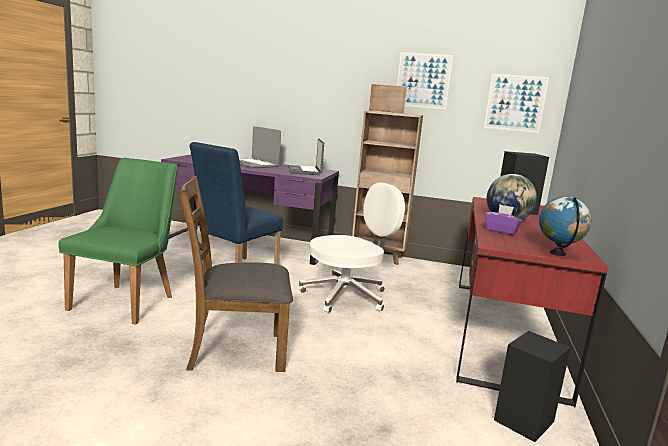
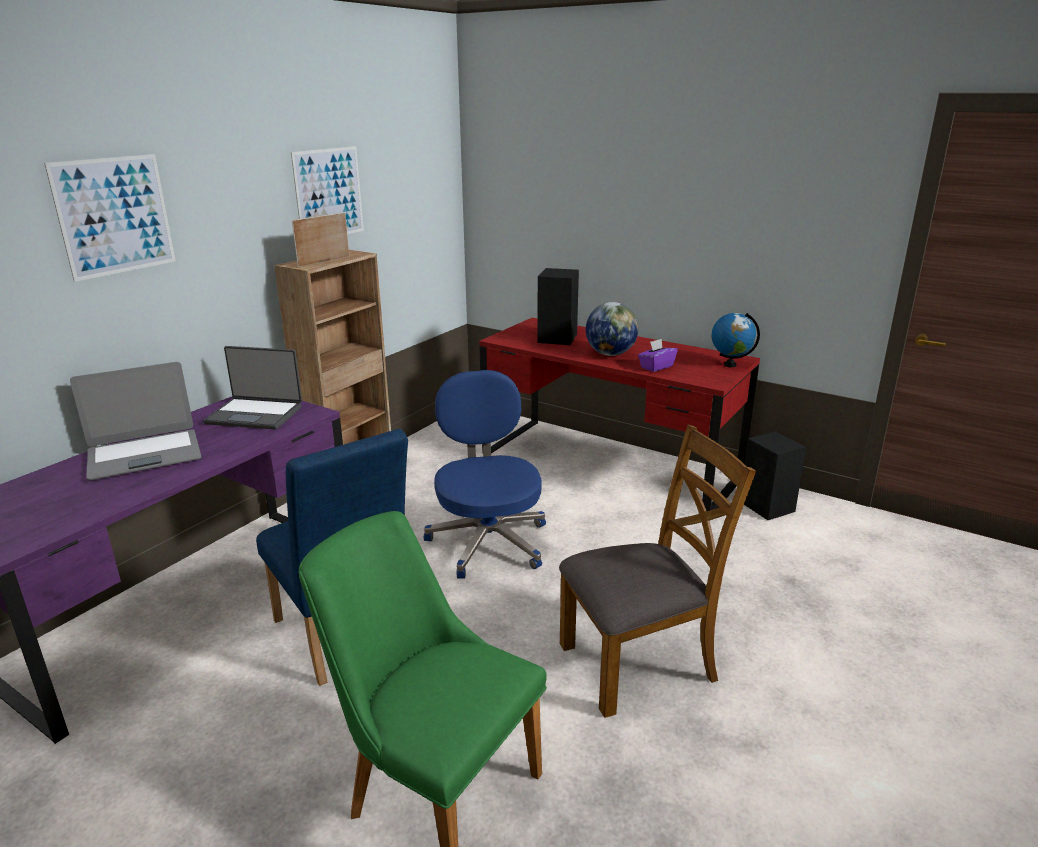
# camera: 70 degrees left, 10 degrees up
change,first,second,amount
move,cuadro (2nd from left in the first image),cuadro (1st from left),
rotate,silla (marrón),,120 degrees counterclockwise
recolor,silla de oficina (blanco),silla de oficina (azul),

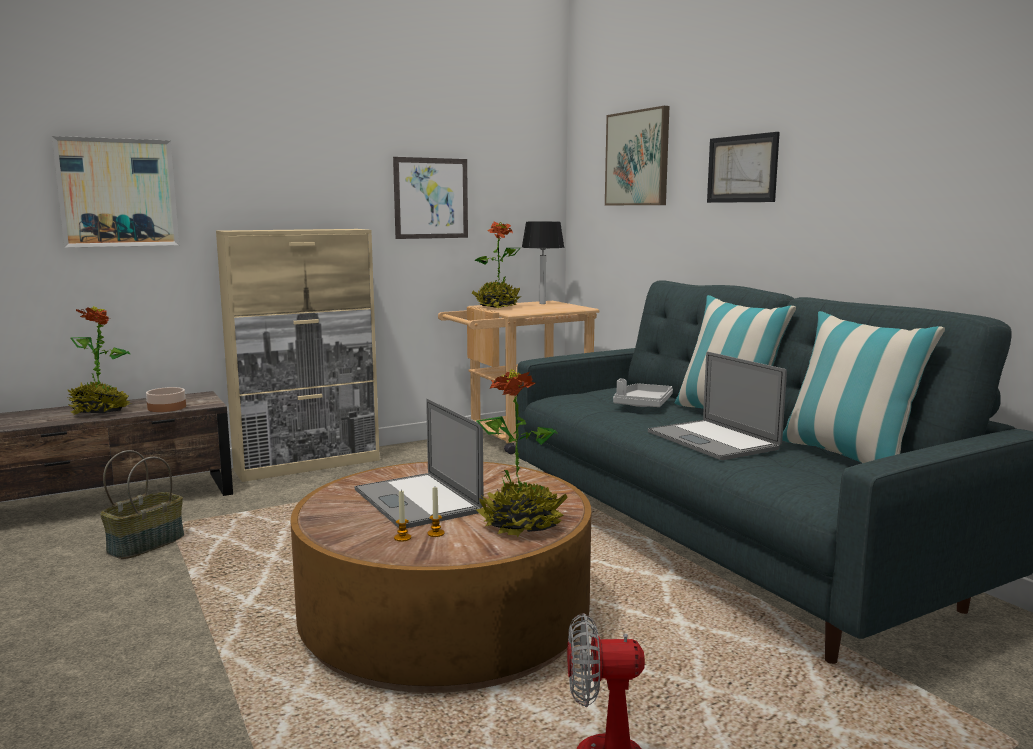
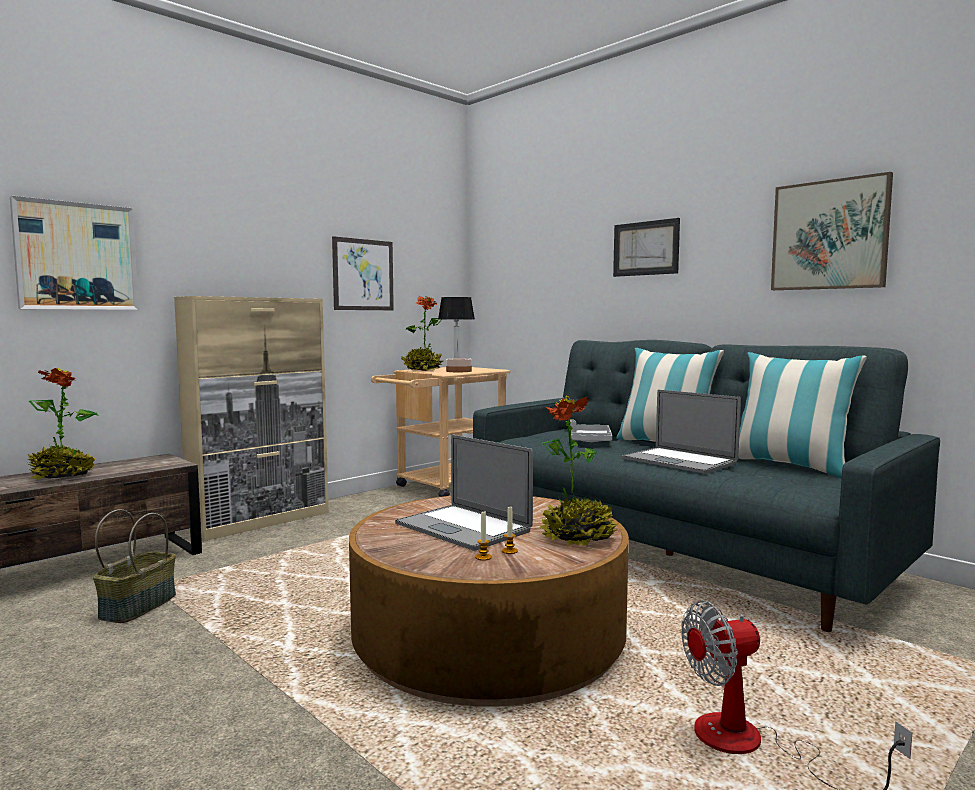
# camera: 15 degrees left, 5 degrees down
change,first,second,amount
move,cuadro (3rd from left in the first image),cuadro (4th from left),
move,cuenco,,

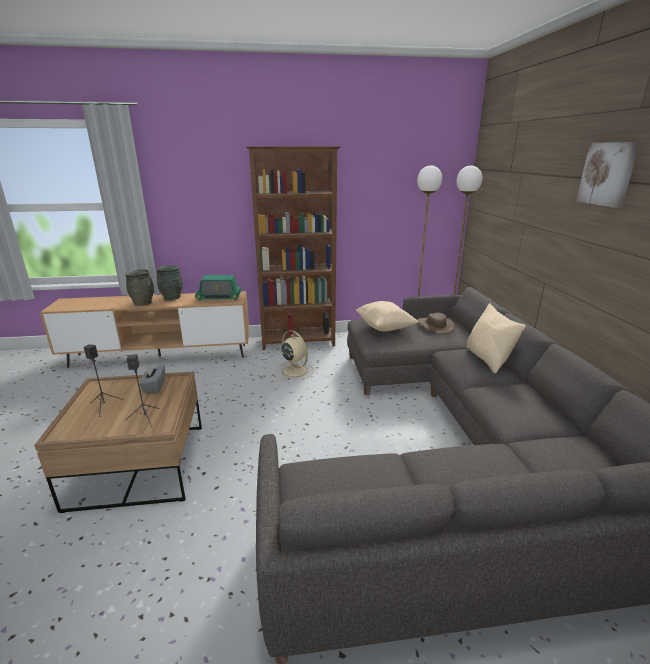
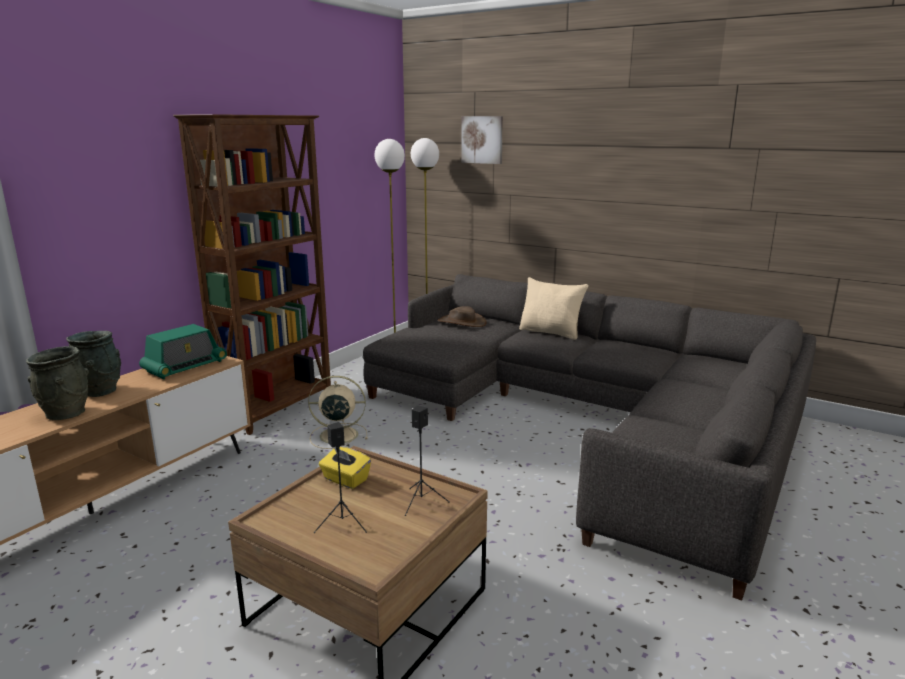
# camera: 50 degrees left, 5 degrees down
change,first,second,amount
move,cuadro,,
delete,cojín (beis) (1st from left),,
recolor,caja de pañuelos (gris),caja de pañuelos (amarillo),

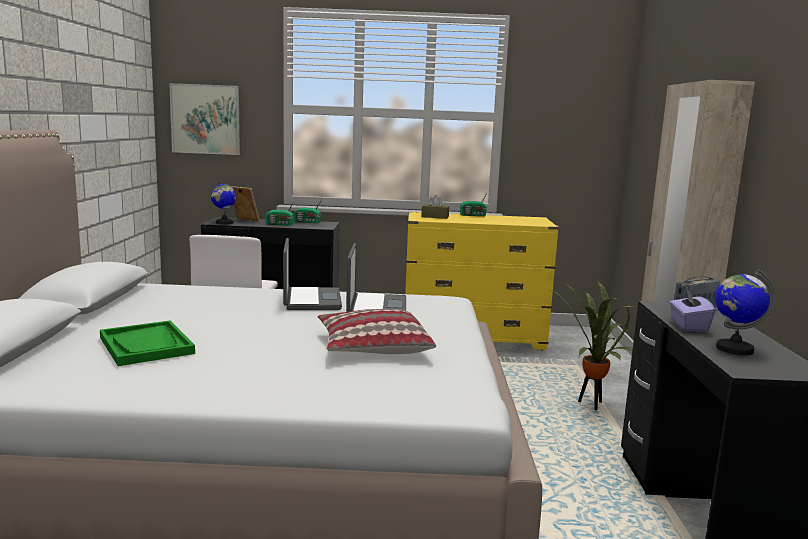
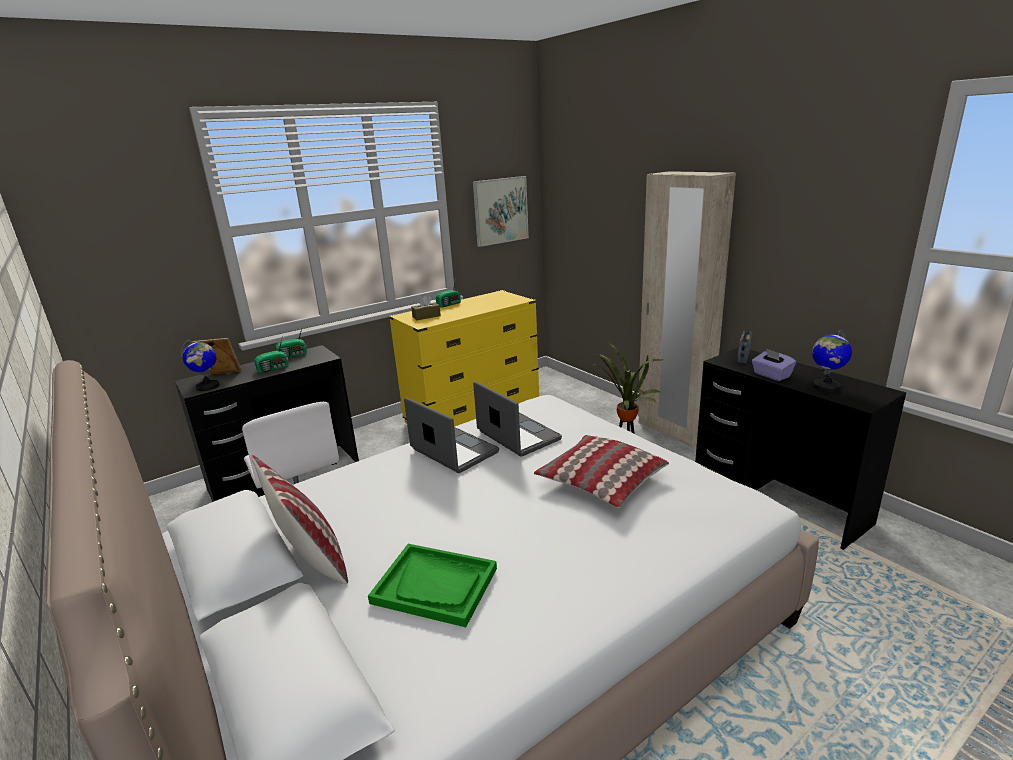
# camera: 35 degrees left, 10 degrees up
change,first,second,amount
move,cuadro,,
insert,,cojín (1st from left),

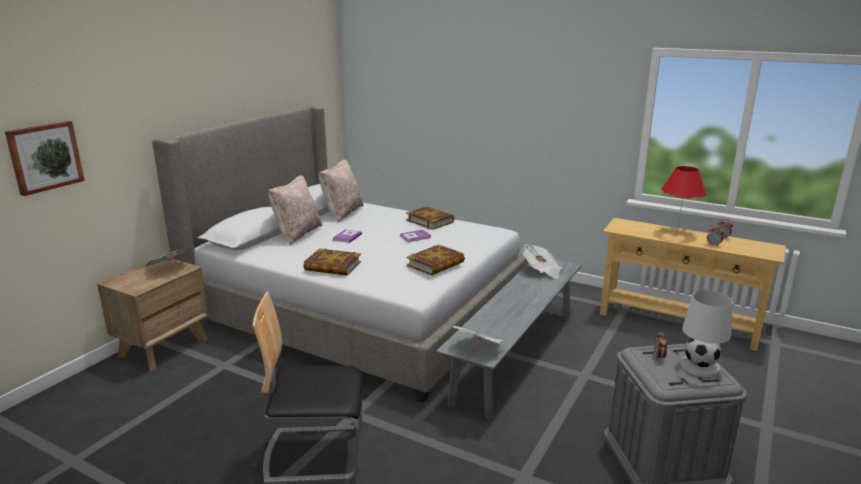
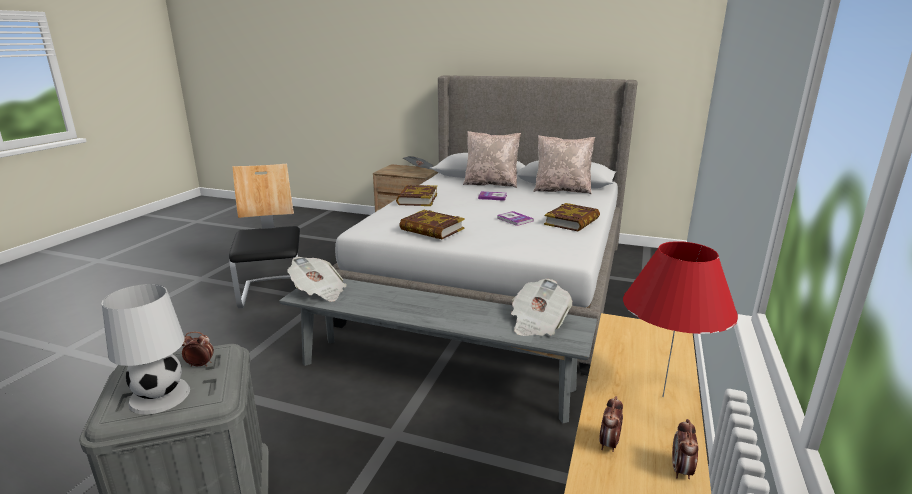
# camera: 80 degrees right, 0 degrees up
change,first,second,amount
delete,cuadro,,

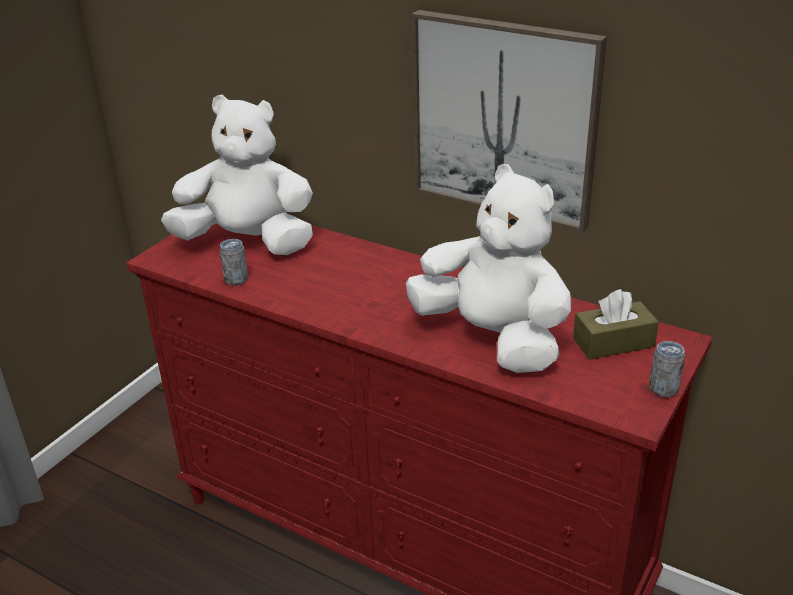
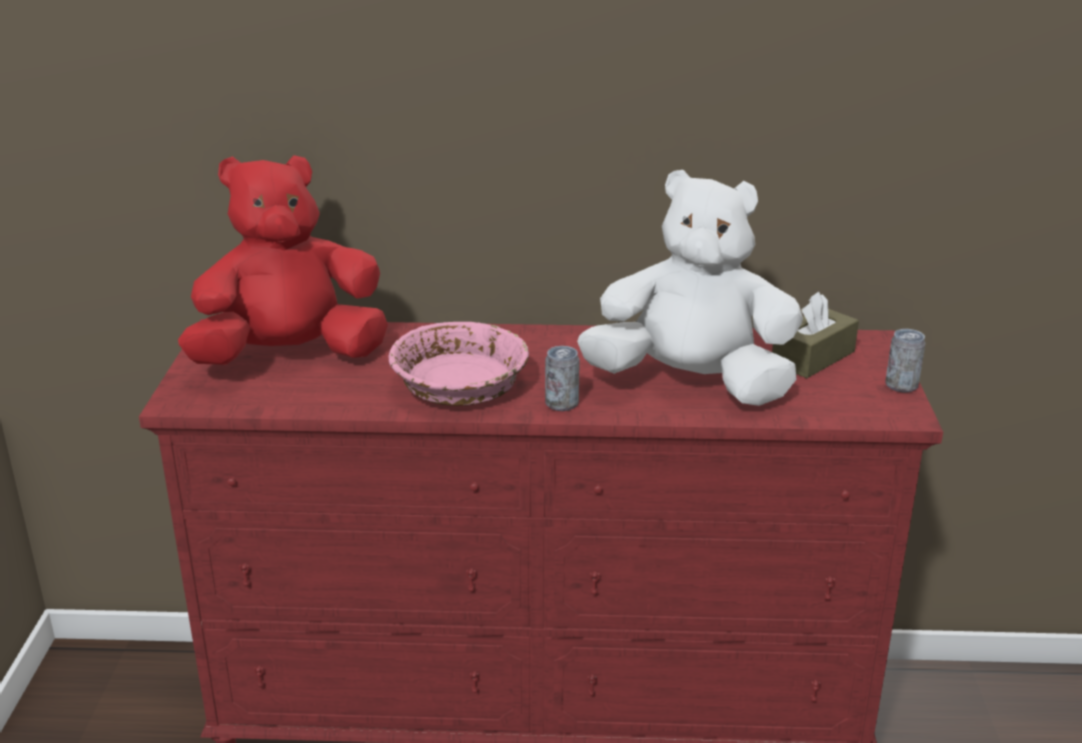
# camera: 30 degrees left, 5 degrees down
change,first,second,amount
delete,cuadro,,
recolor,peluche (blanco) (1st from left),peluche (rojo),
move,lata (1st from left),,
insert,,cuenco (rosa),

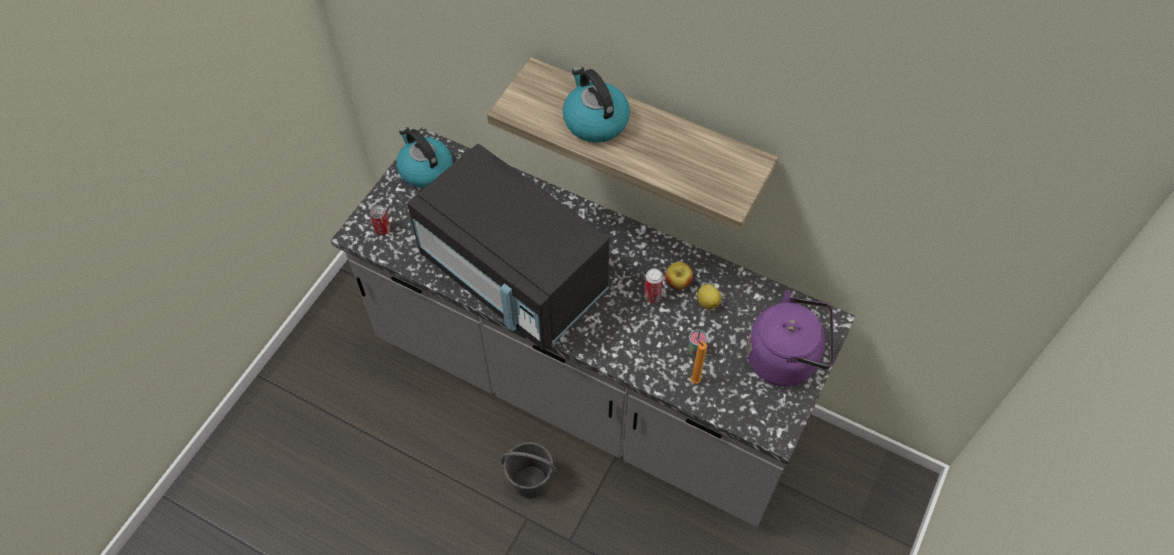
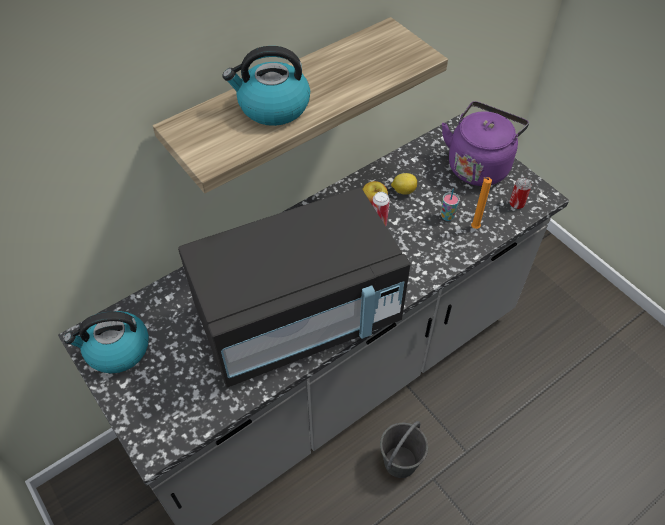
# camera: 65 degrees left, 5 degrees down
change,first,second,amount
move,lata (1st from left in the first image),lata (2nd from left),

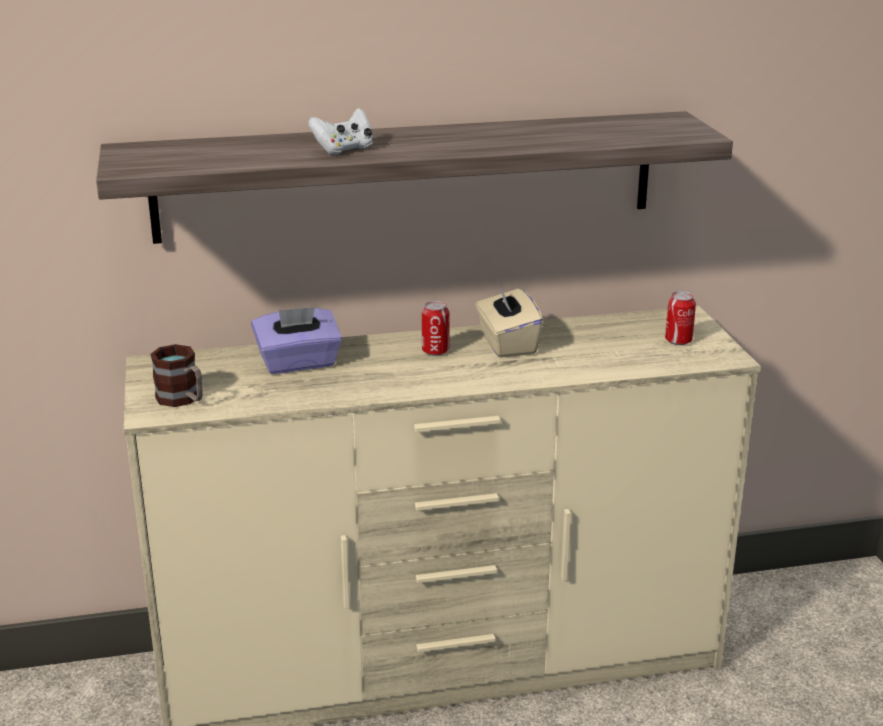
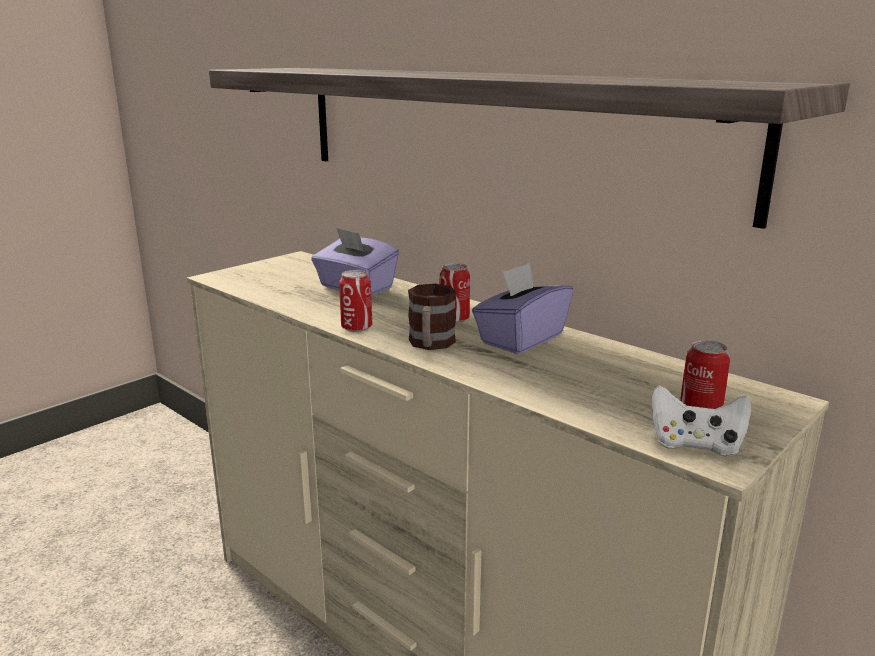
# camera: 55 degrees right, 5 degrees down
change,first,second,amount
move,mando de consola (blanco),,
recolor,caja de pañuelos (beis),caja de pañuelos (morado) (2nd from left),
move,taza grande,,
insert,,lata (1st from left),

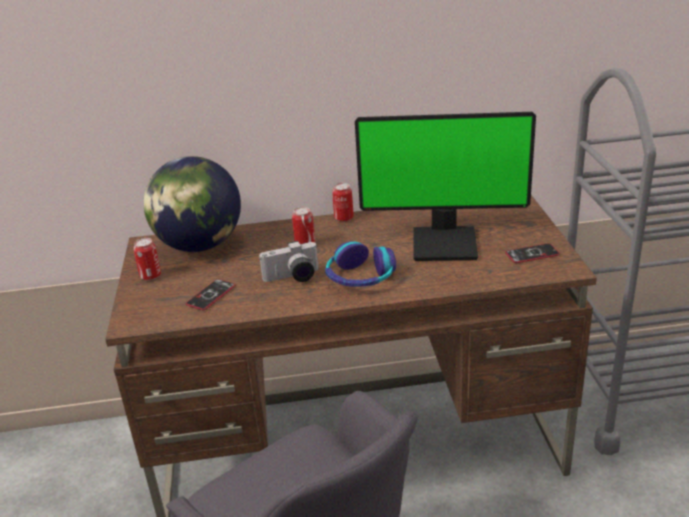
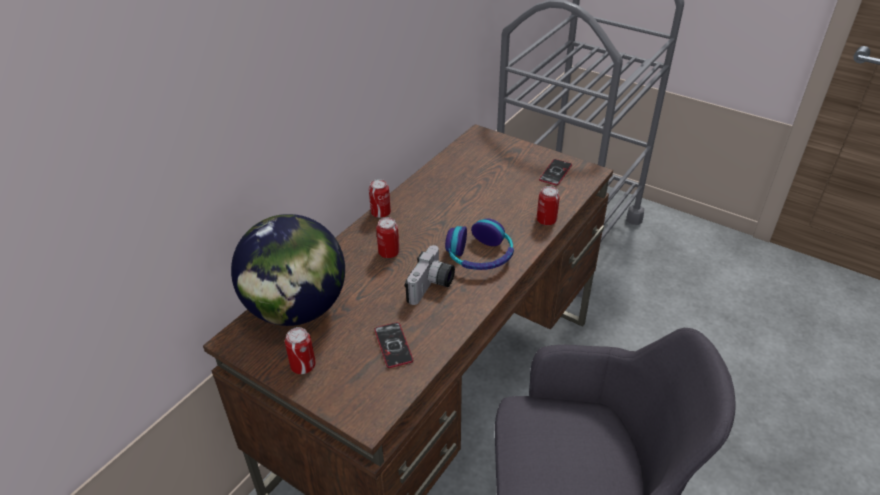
# camera: 50 degrees left, 10 degrees up
change,first,second,amount
delete,monitor,,
insert,,lata (4th from left),

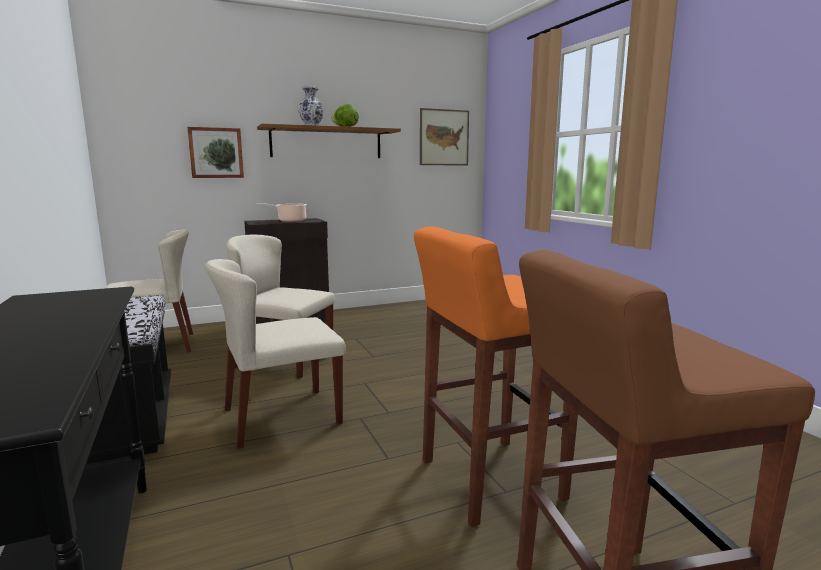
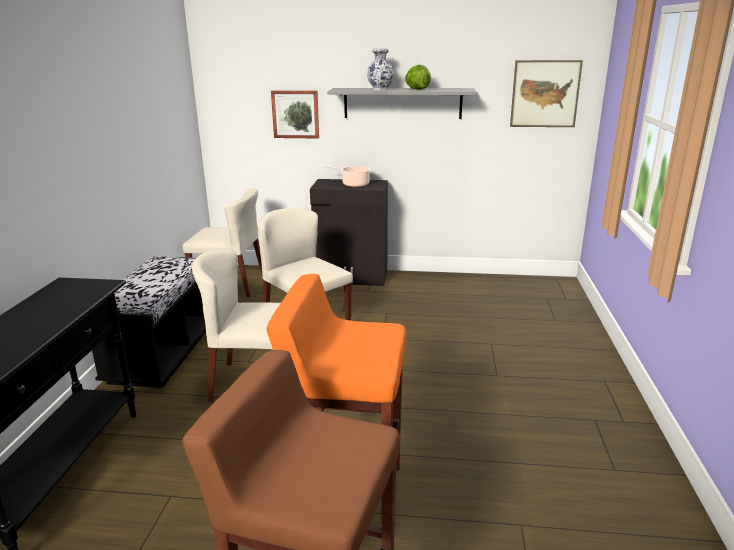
# camera: 30 degrees right, 10 degrees up
change,first,second,amount
recolor,estante (marrón),estante (gris),

